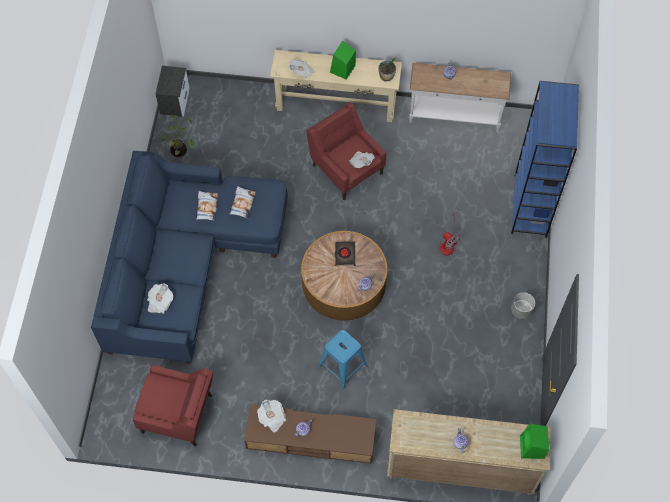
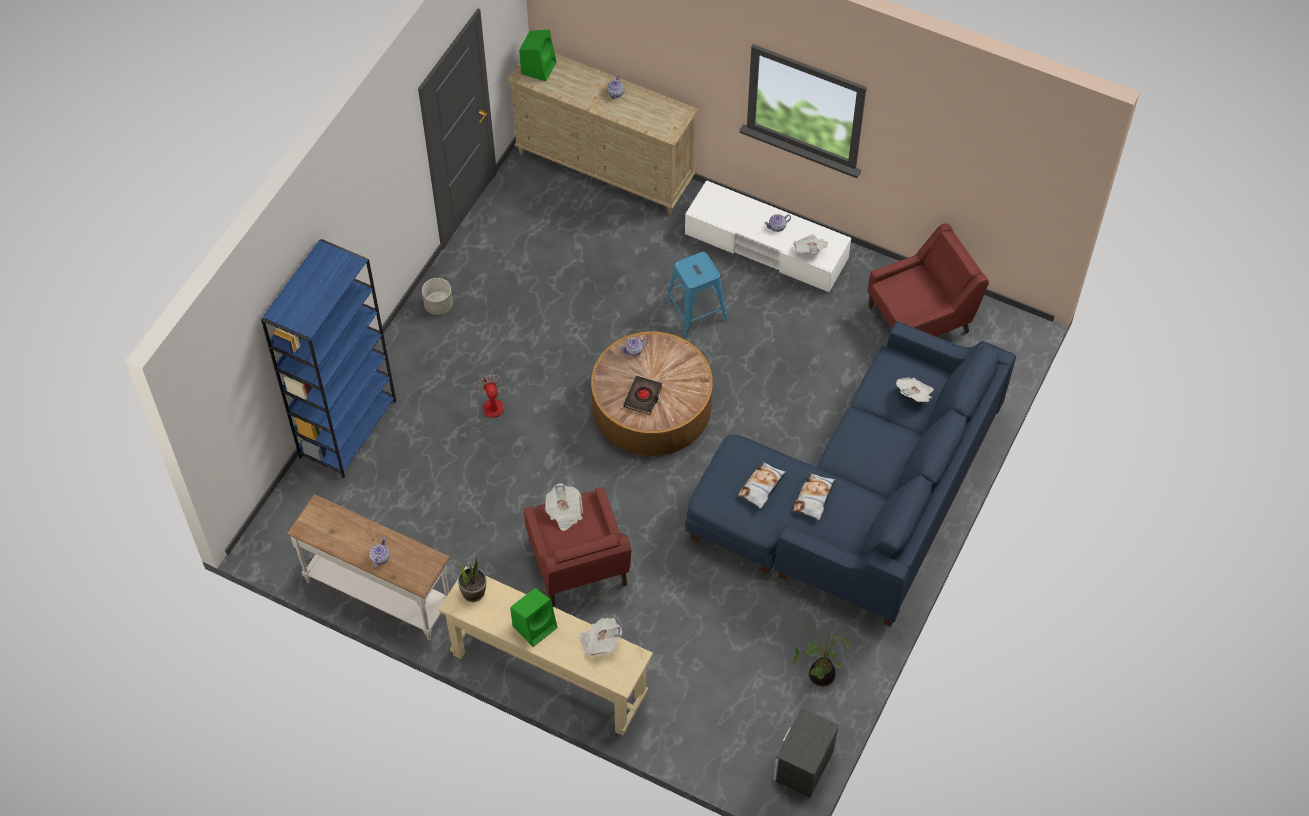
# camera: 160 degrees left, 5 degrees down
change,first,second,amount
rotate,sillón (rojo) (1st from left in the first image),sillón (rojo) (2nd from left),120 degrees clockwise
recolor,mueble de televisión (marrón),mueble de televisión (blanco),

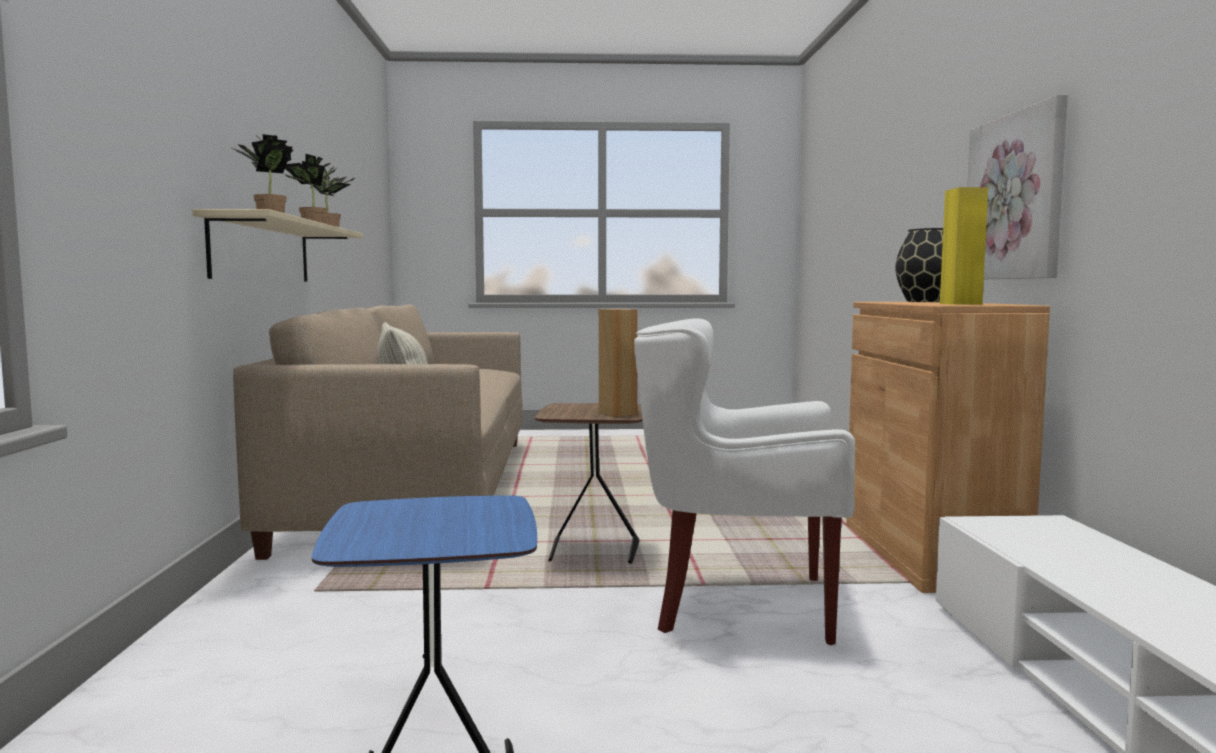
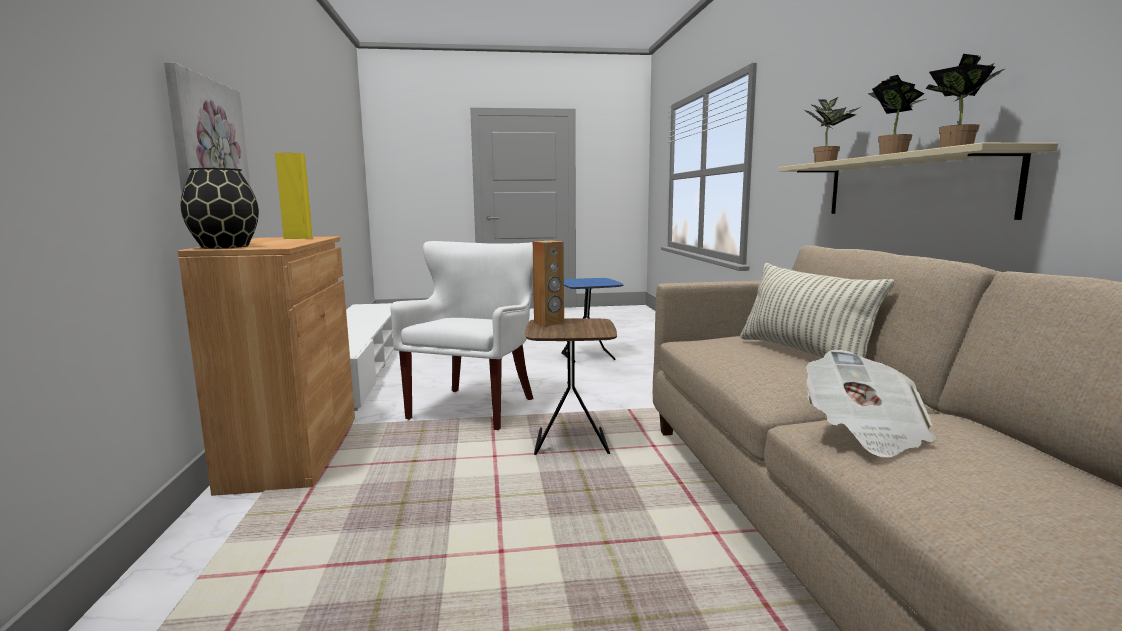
# camera: 175 degrees right, 5 degrees up
change,first,second,amount
rotate,sillón (blanco),,75 degrees counterclockwise
insert,,periódico,

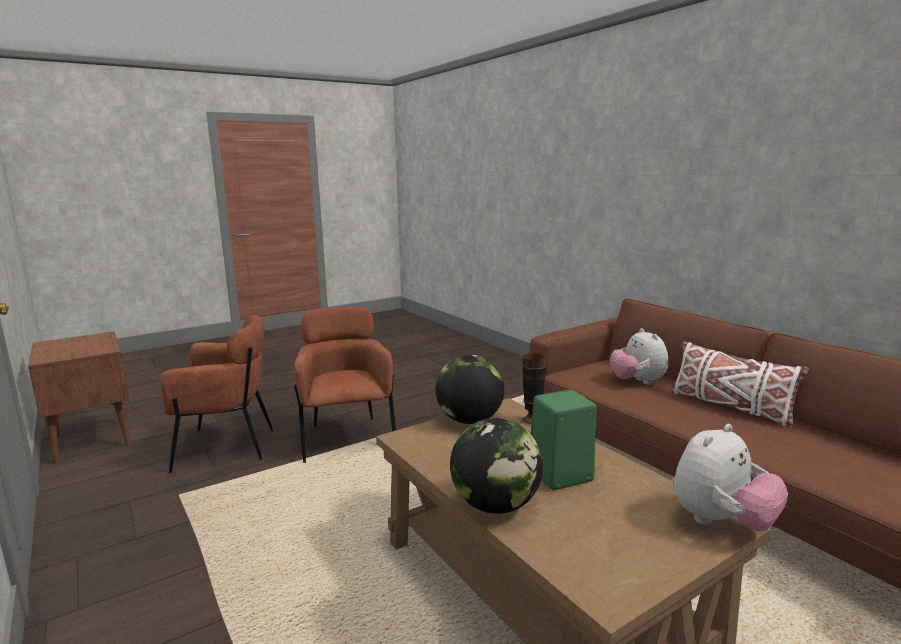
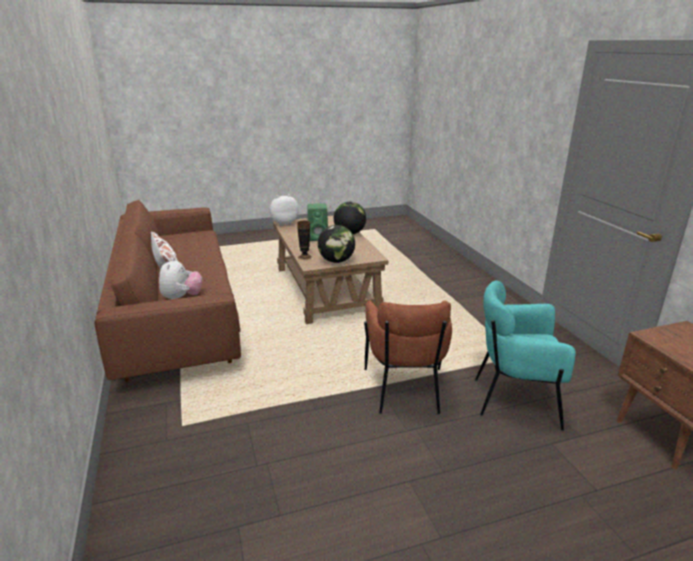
# camera: 165 degrees left, 10 degrees up
change,first,second,amount
recolor,sillón (marrón) (1st from left),sillón (turquesa),

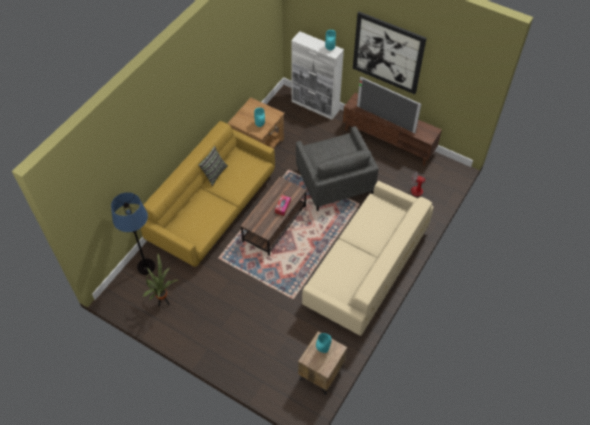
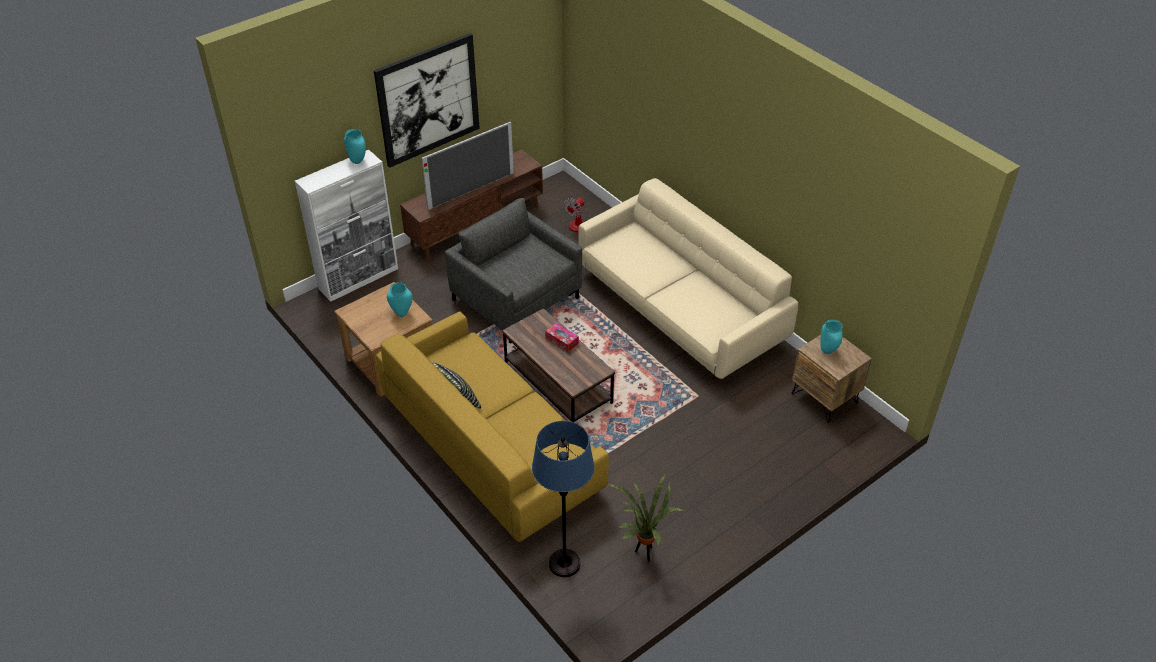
# camera: 70 degrees left, 10 degrees down
change,first,second,amount
rotate,sillón (gris),,135 degrees counterclockwise

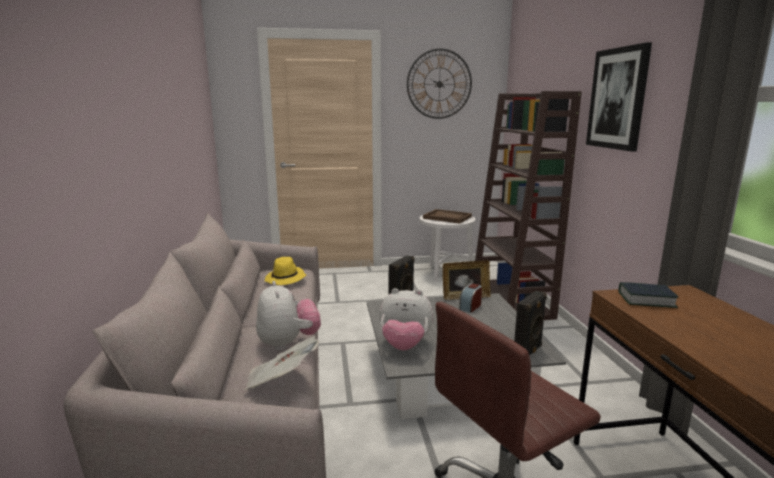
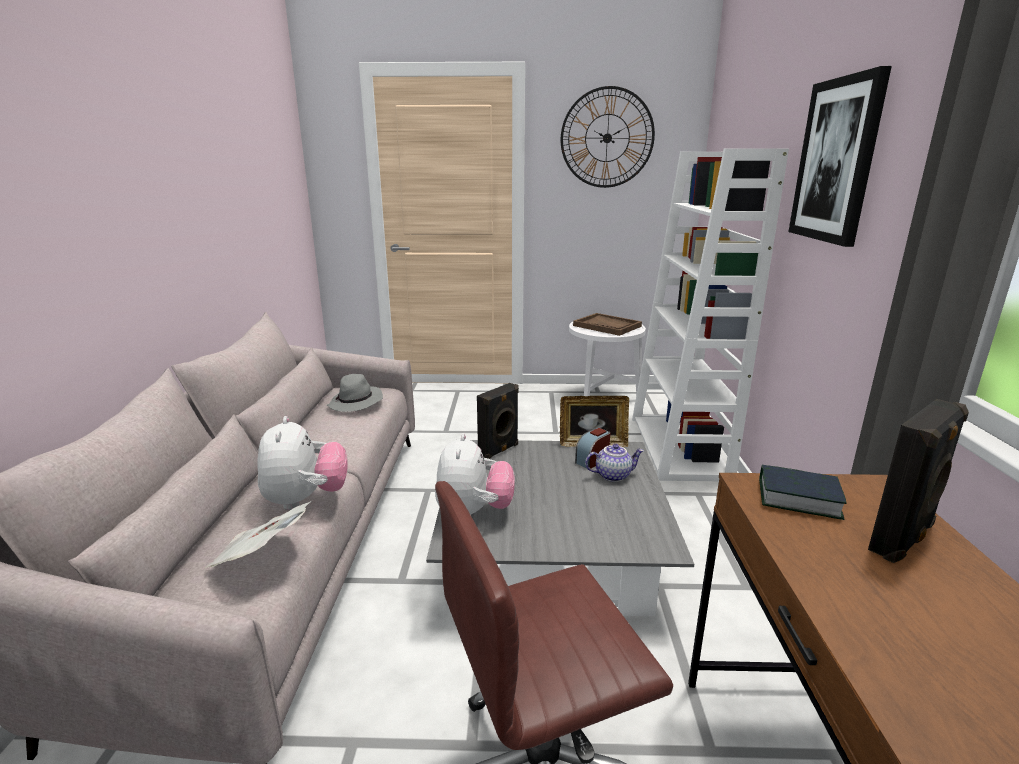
# camera: 10 degrees right, 5 degrees up
change,first,second,amount
recolor,estantería (marrón),estantería (blanco),
recolor,sombrero (amarillo),sombrero (gris),
rotate,peluche (2nd from left),,105 degrees counterclockwise
move,altavoz (negro) (2nd from left),,
insert,,tetera,

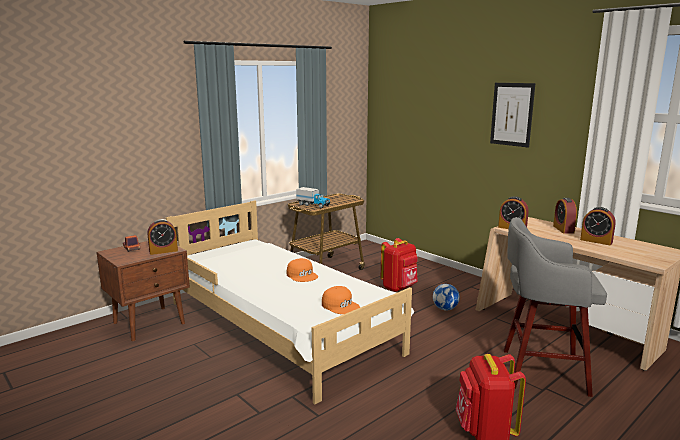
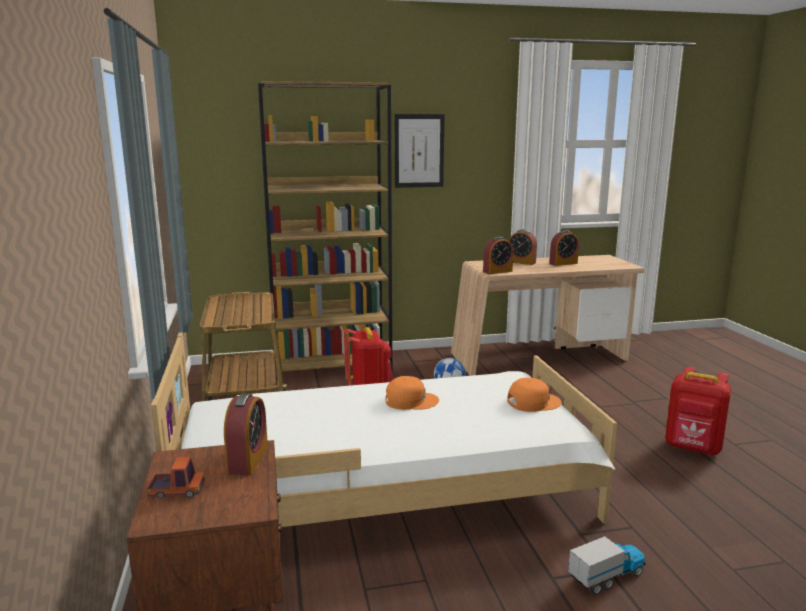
# camera: 60 degrees left, 0 degrees up
change,first,second,amount
move,camión de juguete (2nd from left),,
delete,taburete (gris),,
insert,,estantería (marrón),

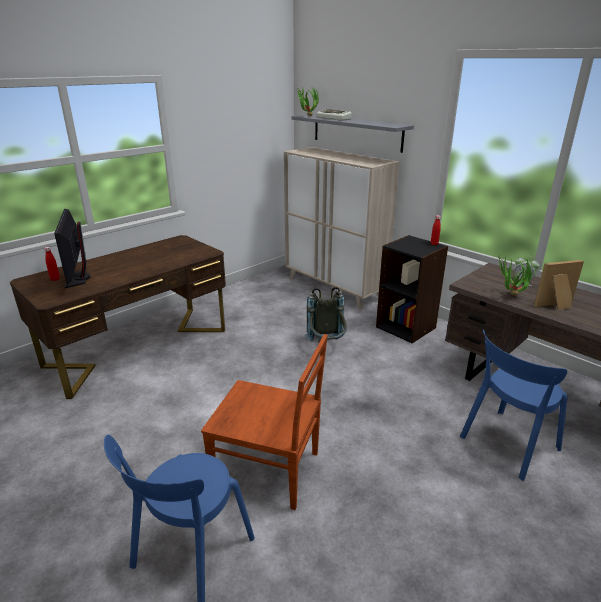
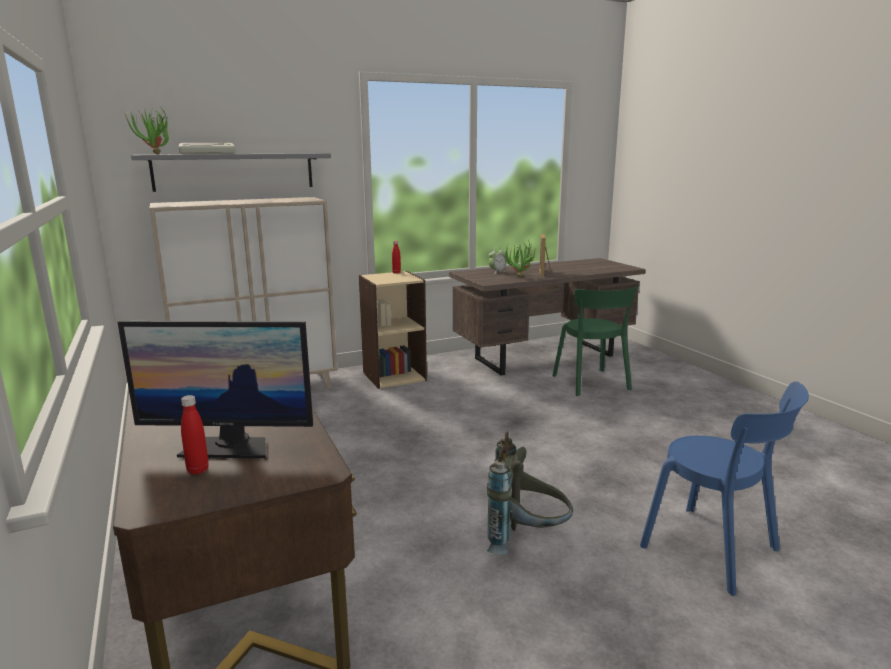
# camera: 70 degrees left, 10 degrees down
change,first,second,amount
recolor,estantería (negro),estantería (beis),
move,mochila (gris),,
recolor,silla (azul) (2nd from left),silla (verde),
delete,silla (marrón),,

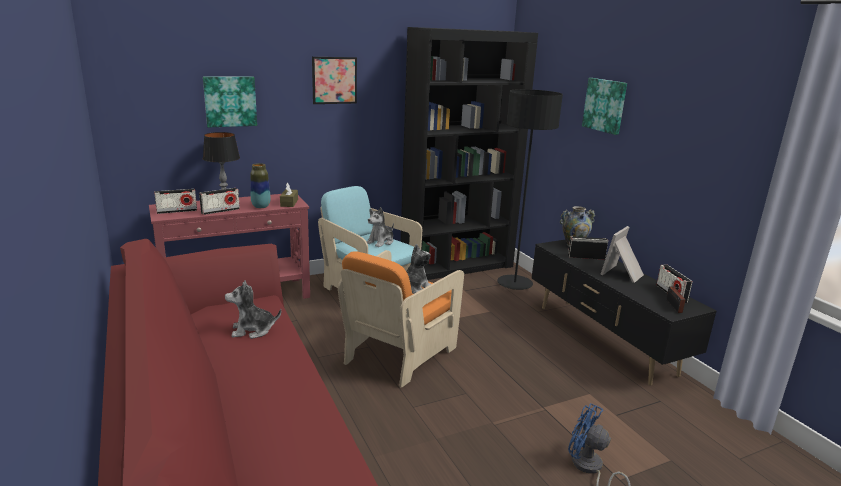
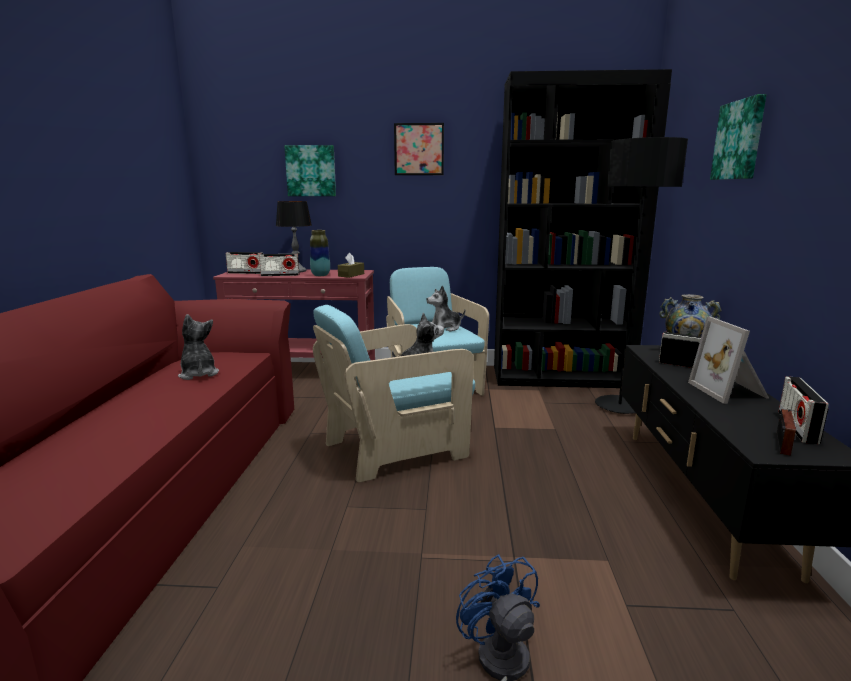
# camera: 30 degrees right, 5 degrees down
change,first,second,amount
rotate,portarretratos,,75 degrees counterclockwise
recolor,sillón (naranja),sillón (turquesa) (1st from left),
rotate,peluche (1st from left),,45 degrees clockwise

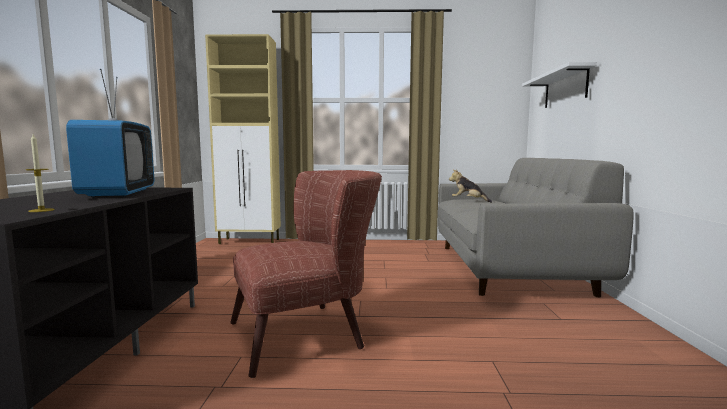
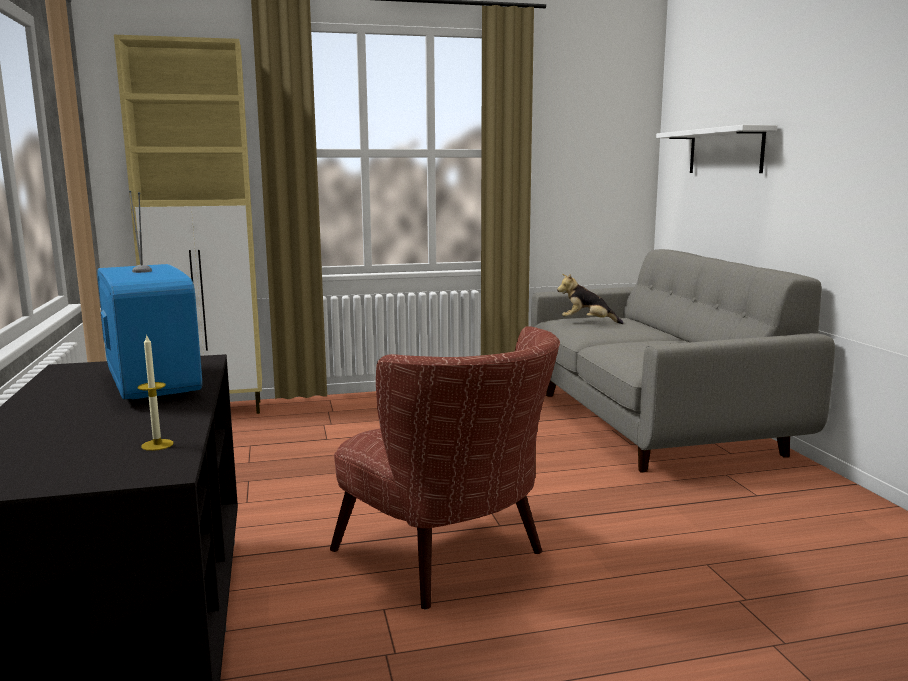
# camera: 15 degrees left, 5 degrees up
change,first,second,amount
rotate,sillón (marrón),,90 degrees clockwise

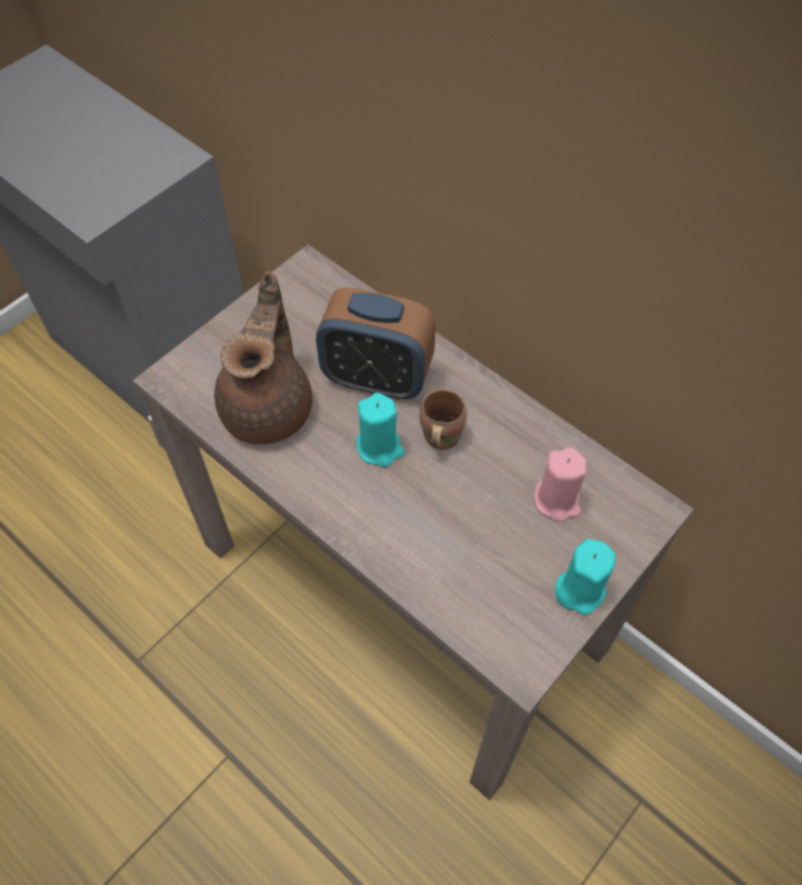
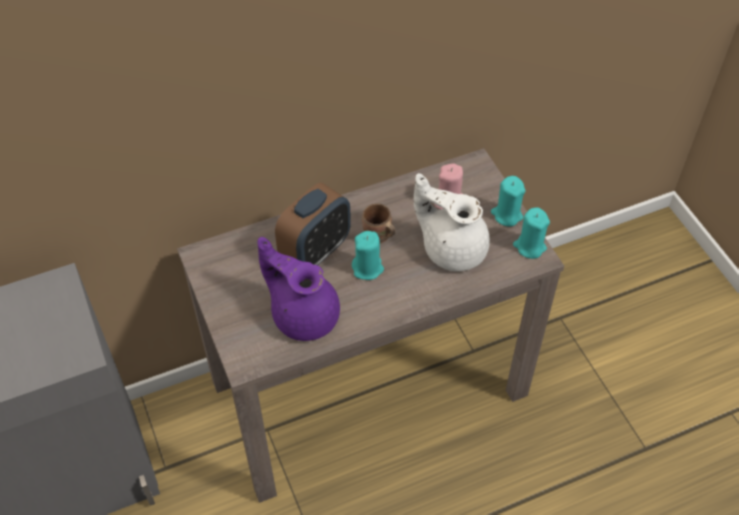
# camera: 65 degrees left, 5 degrees down
change,first,second,amount
recolor,tetera (marrón),tetera (morado),
insert,,tetera (blanco),
insert,,vela (turquesa) (3rd from left),

